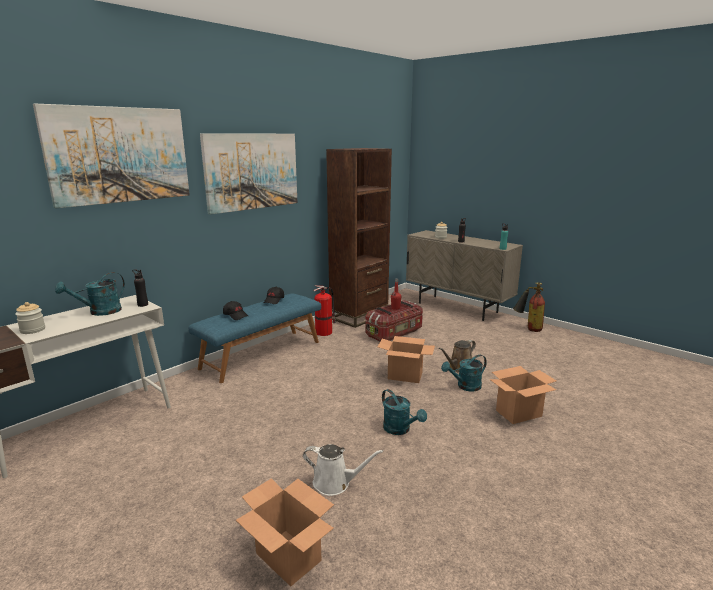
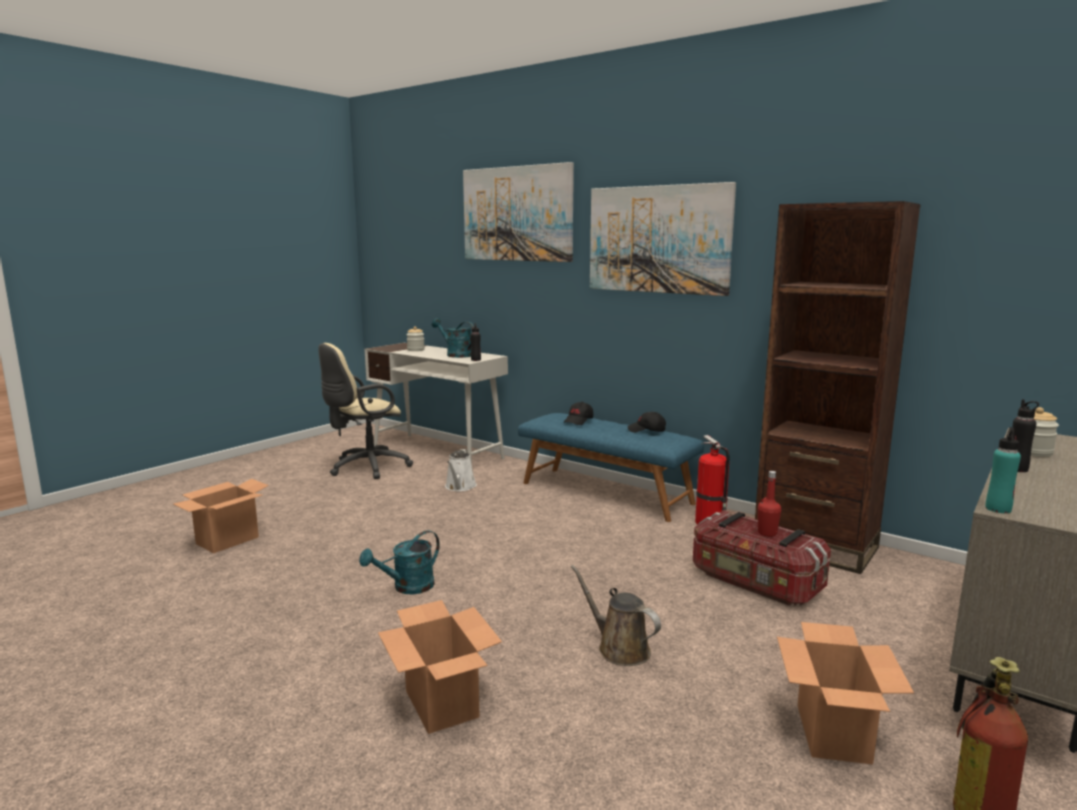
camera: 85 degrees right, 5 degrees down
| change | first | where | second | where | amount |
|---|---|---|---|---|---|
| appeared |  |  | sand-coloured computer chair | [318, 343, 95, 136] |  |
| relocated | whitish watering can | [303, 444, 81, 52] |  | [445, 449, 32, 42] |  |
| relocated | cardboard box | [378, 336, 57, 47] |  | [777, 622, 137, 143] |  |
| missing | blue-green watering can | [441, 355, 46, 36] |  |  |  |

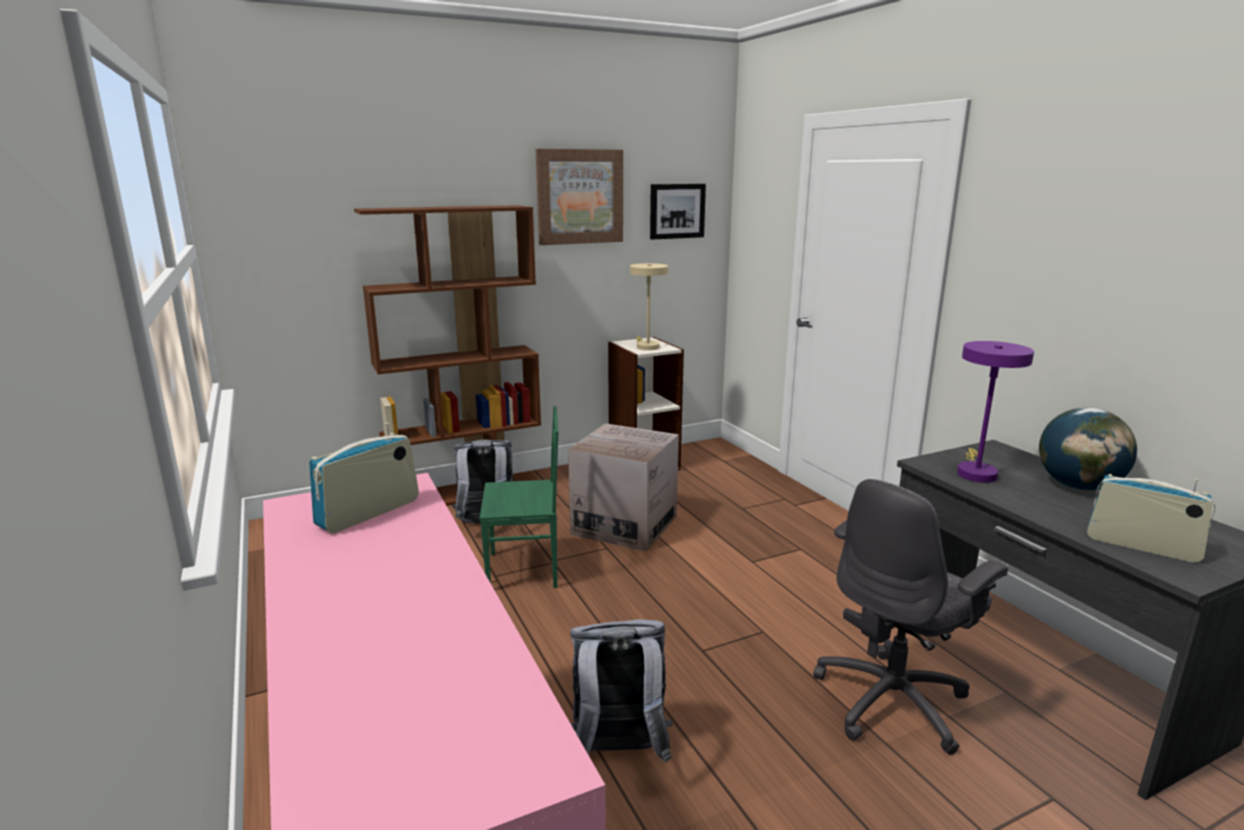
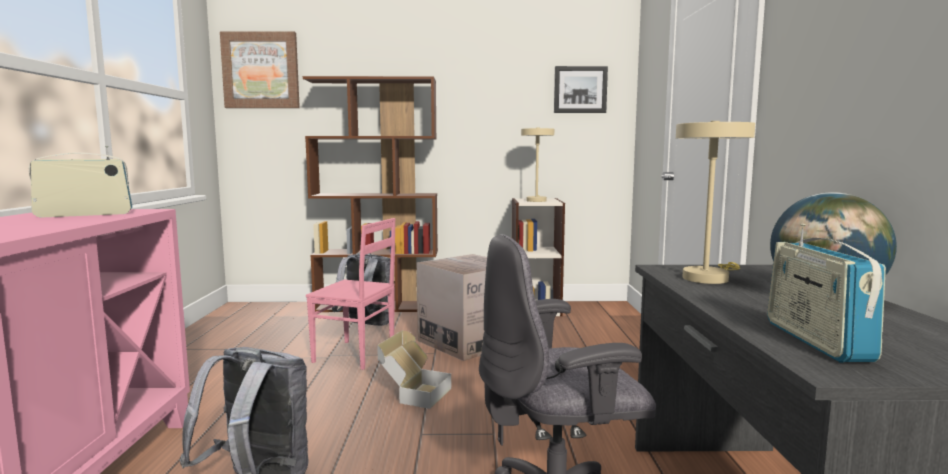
camera: 25 degrees right, 10 degrees down
| change | first | where | second | where | amount |
|---|---|---|---|---|---|
| relocated | picture | [536, 149, 87, 96] |  | [220, 31, 80, 77] |  |
| colour | green plain chair | [480, 406, 79, 182] | pink plain chair | [306, 218, 89, 152] |  |
| appeared |  |  | cardboard box | [377, 331, 74, 78] |  |
| colour | purple table lamp | [957, 341, 77, 142] | sand-coloured table lamp | [676, 121, 79, 163] |  |
| spun | radio set | [1087, 474, 128, 89] |  | [767, 224, 119, 139] | 150 degrees counterclockwise |

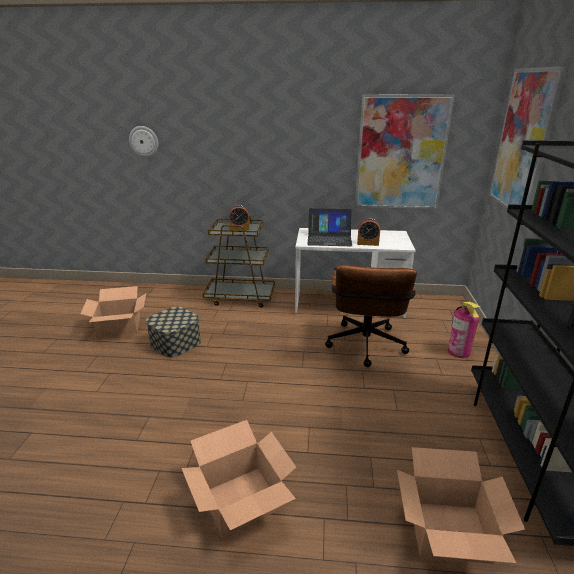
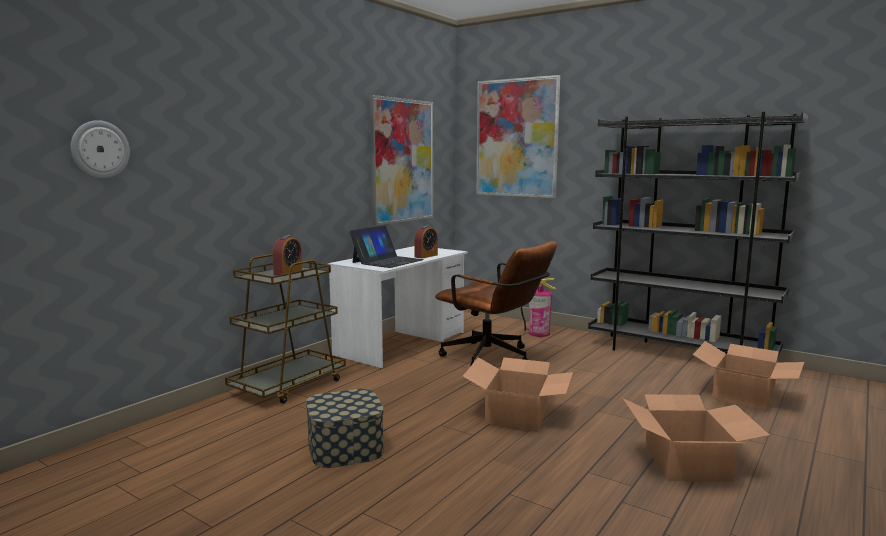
camera: 60 degrees left, 15 degrees down
| change | first | where | second | where | amount |
|---|---|---|---|---|---|
| relocated | cardboard box | [80, 286, 66, 51] |  | [462, 357, 111, 74] |  |

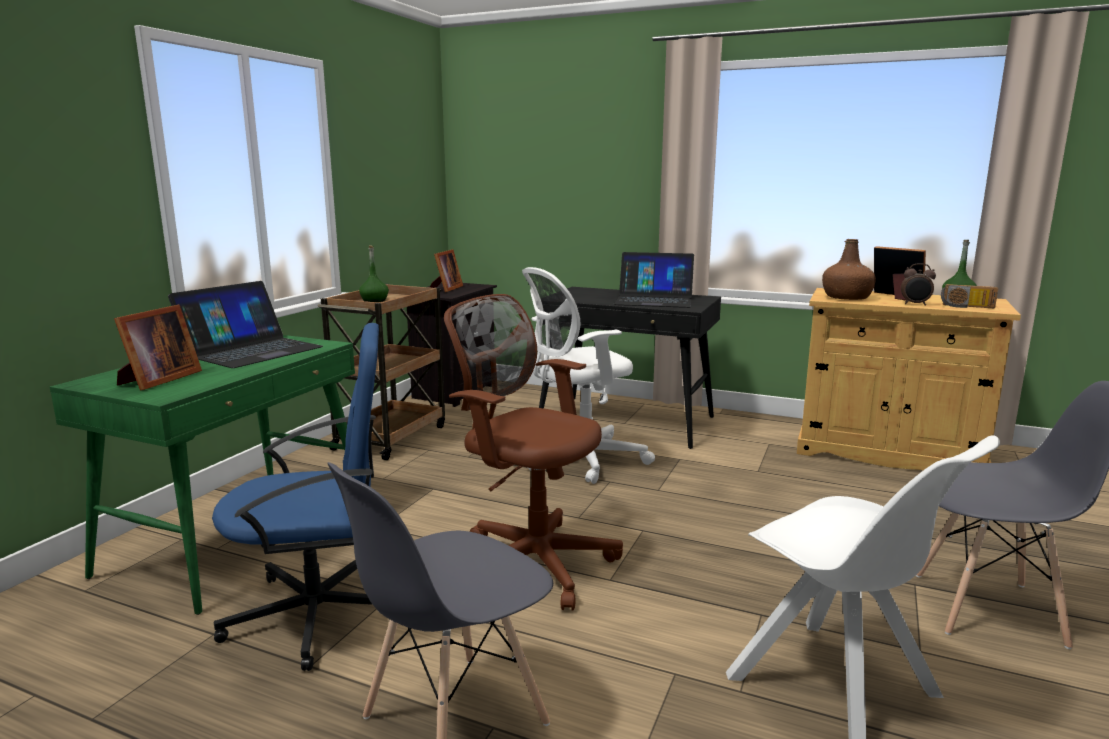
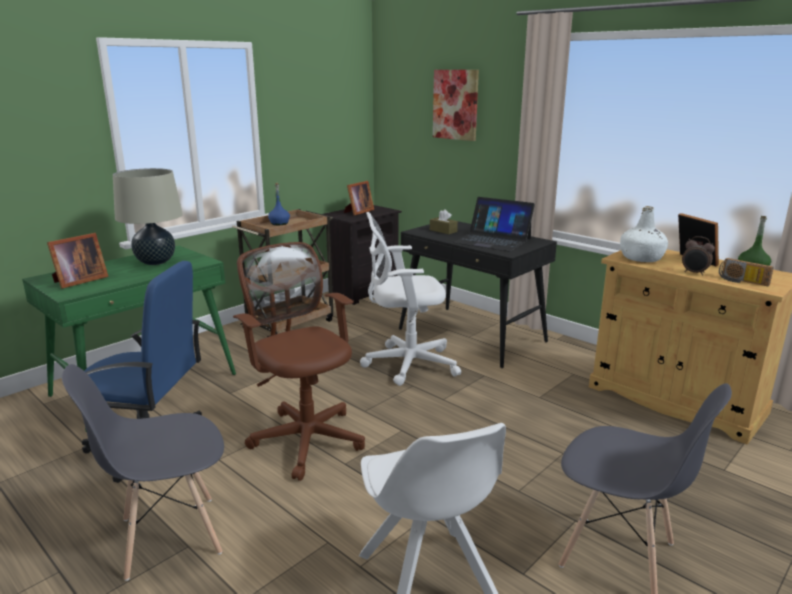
camera: 20 degrees right, 5 degrees up
| change | first | where | second | where | amount |
|---|---|---|---|---|---|
| exchanged | portable computer | [168, 281, 155, 87] | sand-coloured table lamp | [113, 168, 70, 97] |  |
| colour | green drink bottle | [359, 245, 30, 57] | bluish drink bottle | [268, 183, 22, 42] |  |
| appeared |  |  | brown box of tissues | [430, 209, 28, 25] |  |
| appeared |  |  | picture | [433, 70, 46, 71] |  |
| colour | brown drink bottle | [822, 239, 54, 61] | whitish drink bottle | [620, 206, 48, 56] |  |

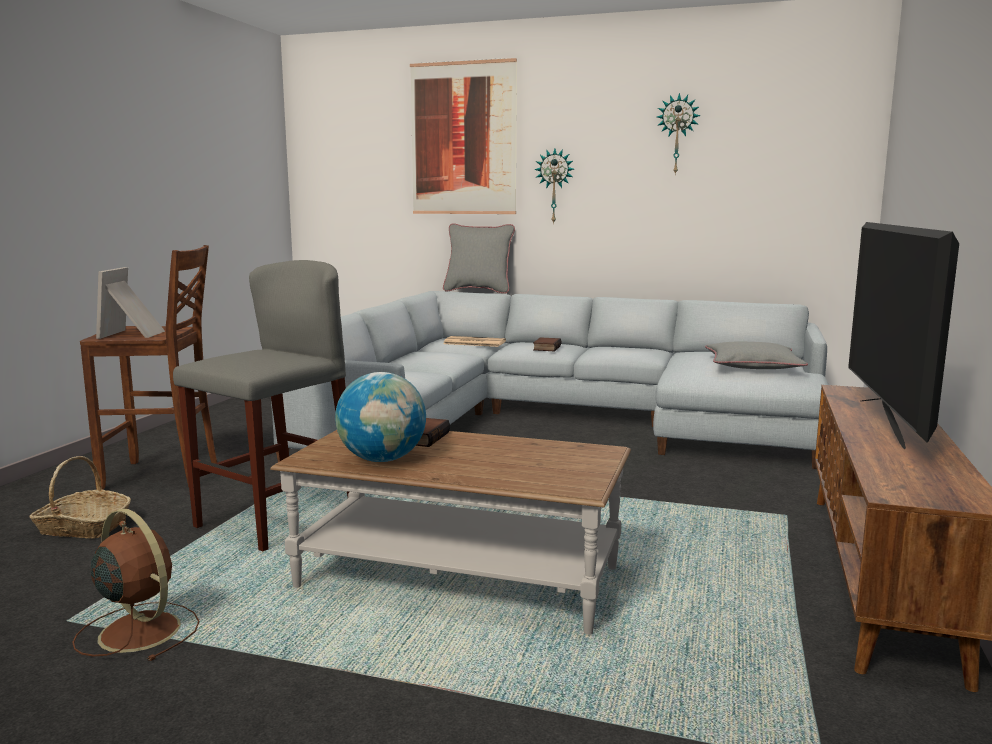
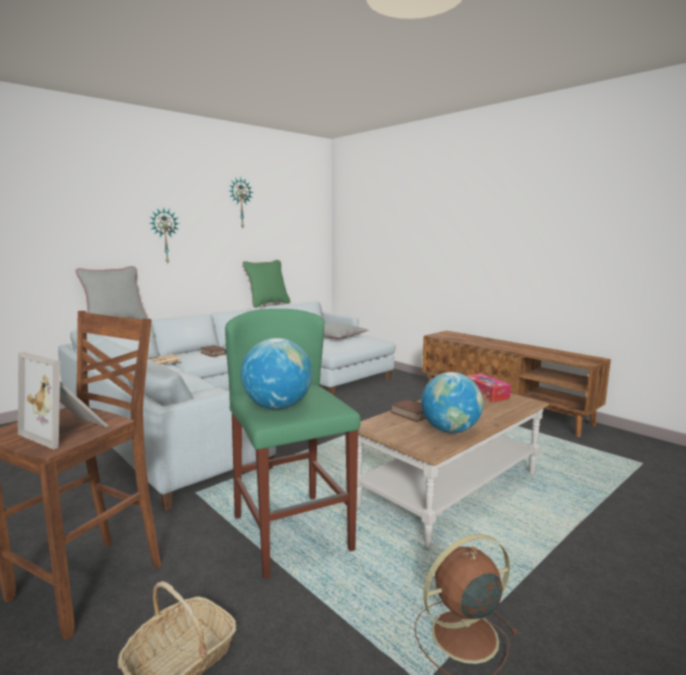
camera: 60 degrees left, 0 degrees up
| change | first | where | second | where | amount |
|---|---|---|---|---|---|
| colour | grey stool seat | [173, 260, 176, 291] | green stool seat | [225, 309, 136, 270] |  |
| appeared |  |  | globe | [241, 338, 72, 72] |  |
| appeared |  |  | green cushion | [242, 260, 48, 48] |  |
| appeared |  |  | box of tissues | [468, 373, 43, 29] |  |
| missing | picture | [410, 58, 107, 156] |  |  |  |
| missing | TV | [848, 222, 111, 227] |  |  |  |

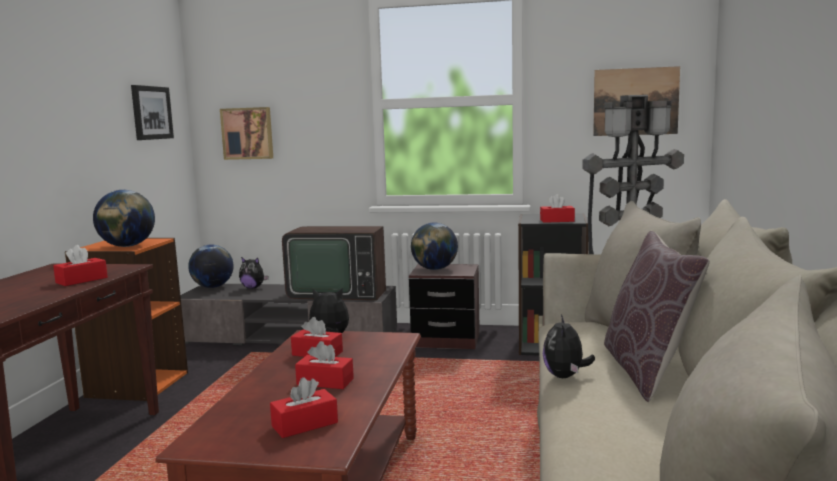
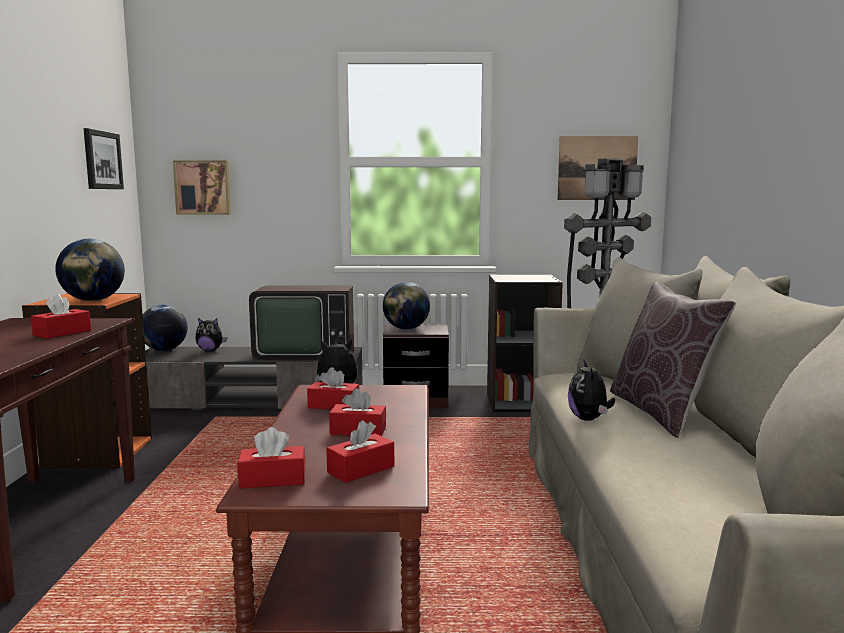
camera: 10 degrees left, 0 degrees up
| change | first | where | second | where | amount |
|---|---|---|---|---|---|
| relocated | reddish box of tissues | [540, 194, 35, 29] |  | [238, 427, 68, 62] |  |

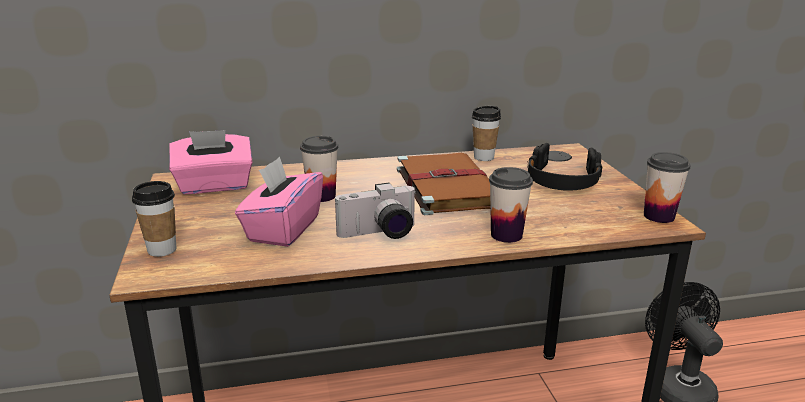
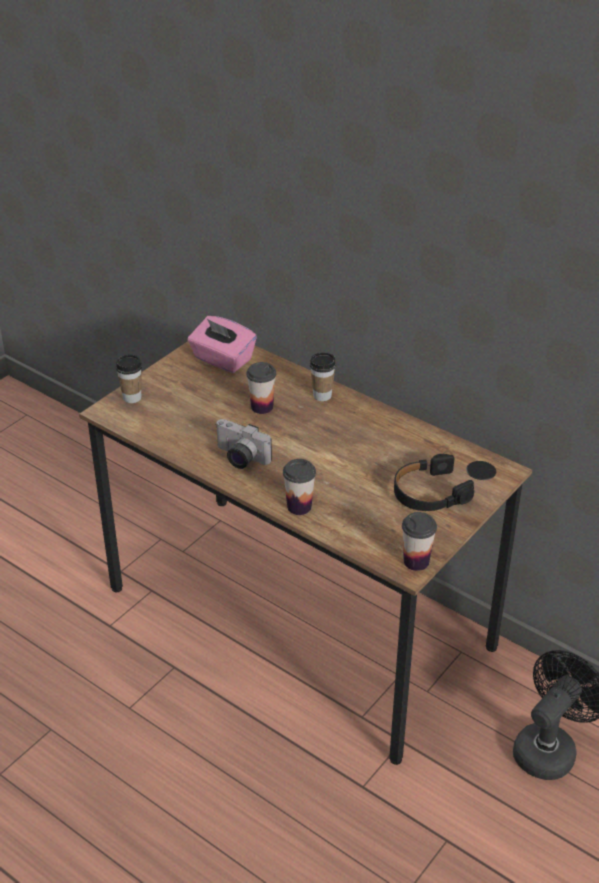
camera: 50 degrees right, 15 degrees up
| change | first | where | second | where | amount |
|---|---|---|---|---|---|
| relocated | small cup | [472, 106, 29, 55] |  | [310, 353, 26, 48] |  |
| missing | pink box of tissues | [235, 156, 88, 91] |  |  |  |
| missing | brown book | [397, 153, 94, 62] |  |  |  |

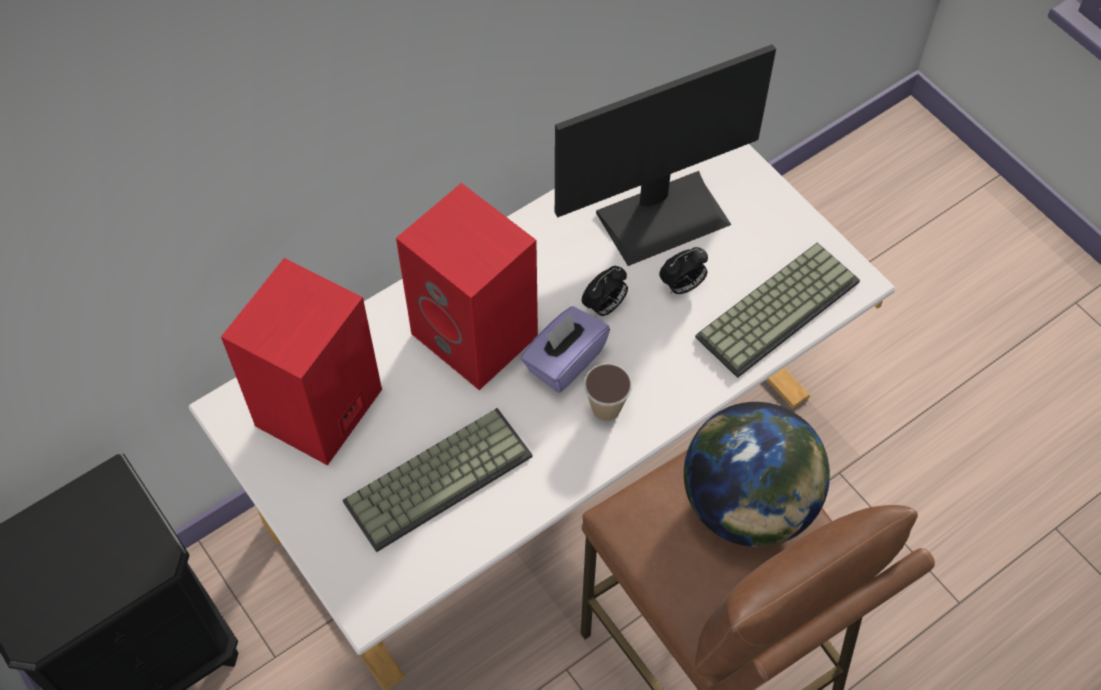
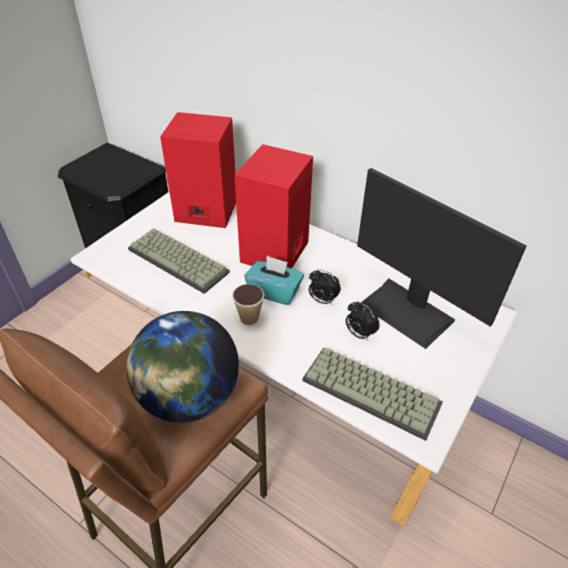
camera: 70 degrees right, 15 degrees down
| change | first | where | second | where | amount |
|---|---|---|---|---|---|
| colour | purple box of tissues | [520, 306, 90, 87] | blue-green box of tissues | [244, 256, 60, 49] |  |

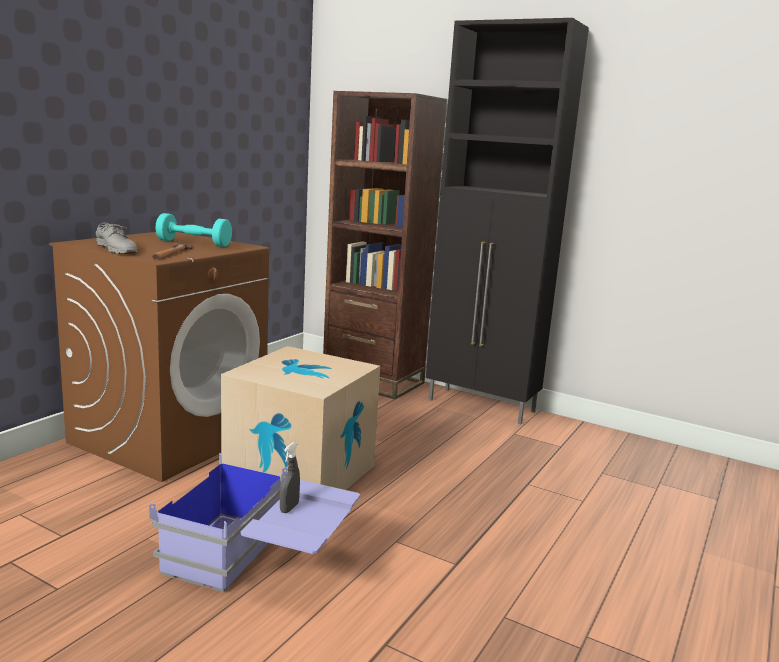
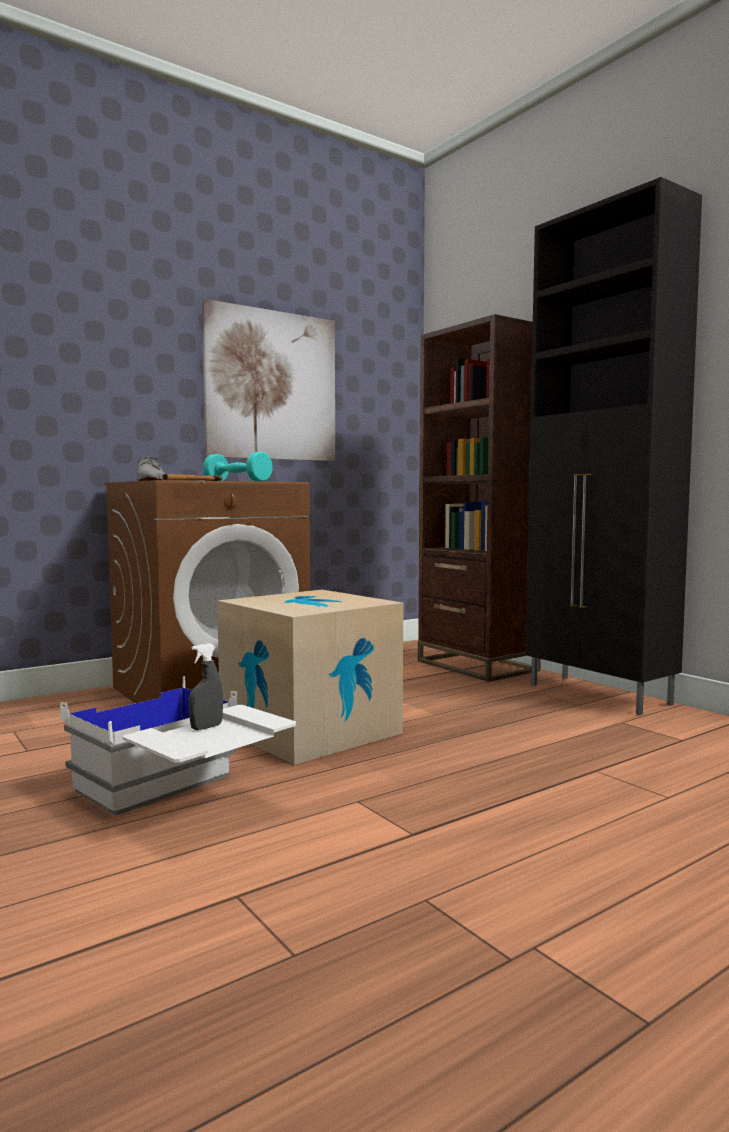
camera: 25 degrees right, 10 degrees down
| change | first | where | second | where | amount |
|---|---|---|---|---|---|
| colour | bluish storage container | [149, 453, 211, 139] | whitish storage container | [60, 676, 236, 139] |  |
| appeared |  |  | picture | [202, 299, 133, 162] |  |

